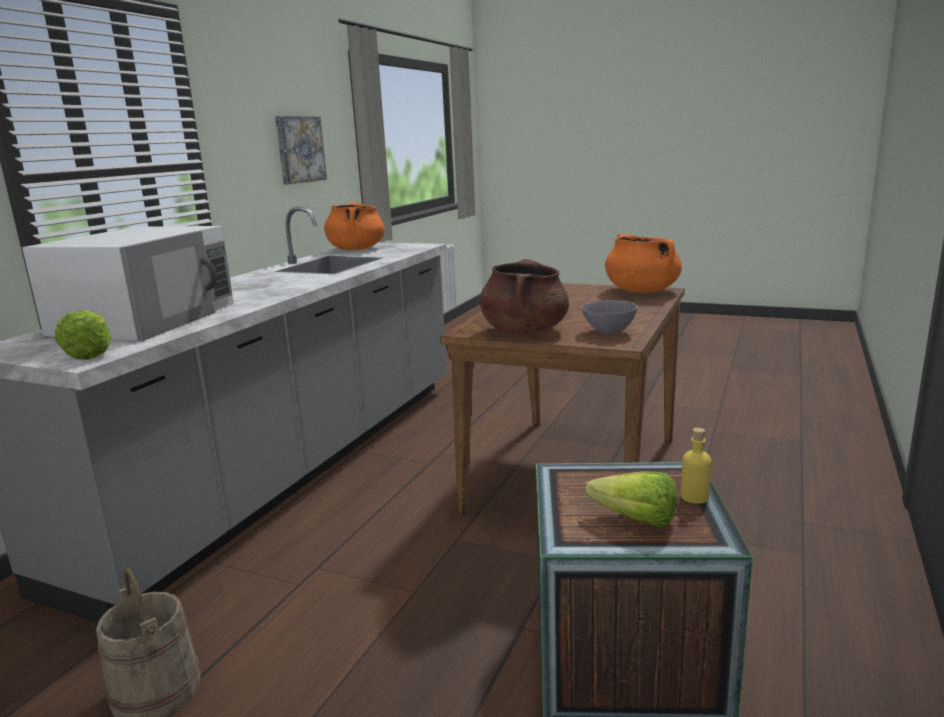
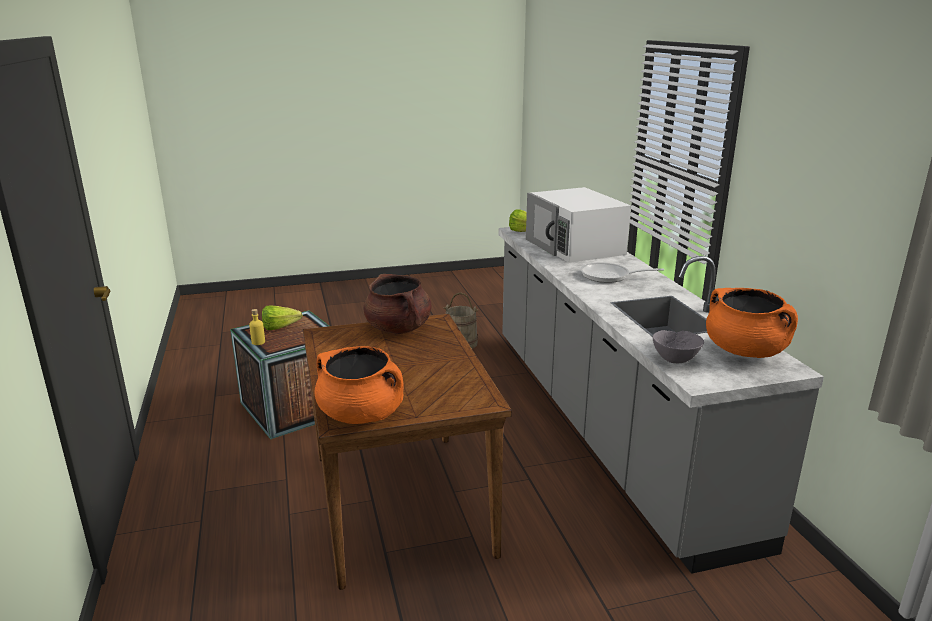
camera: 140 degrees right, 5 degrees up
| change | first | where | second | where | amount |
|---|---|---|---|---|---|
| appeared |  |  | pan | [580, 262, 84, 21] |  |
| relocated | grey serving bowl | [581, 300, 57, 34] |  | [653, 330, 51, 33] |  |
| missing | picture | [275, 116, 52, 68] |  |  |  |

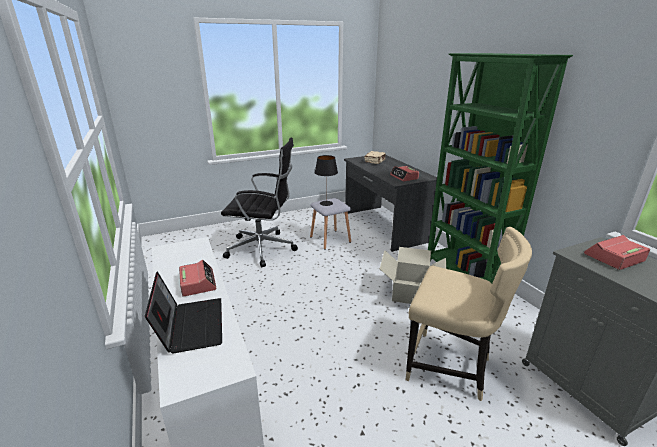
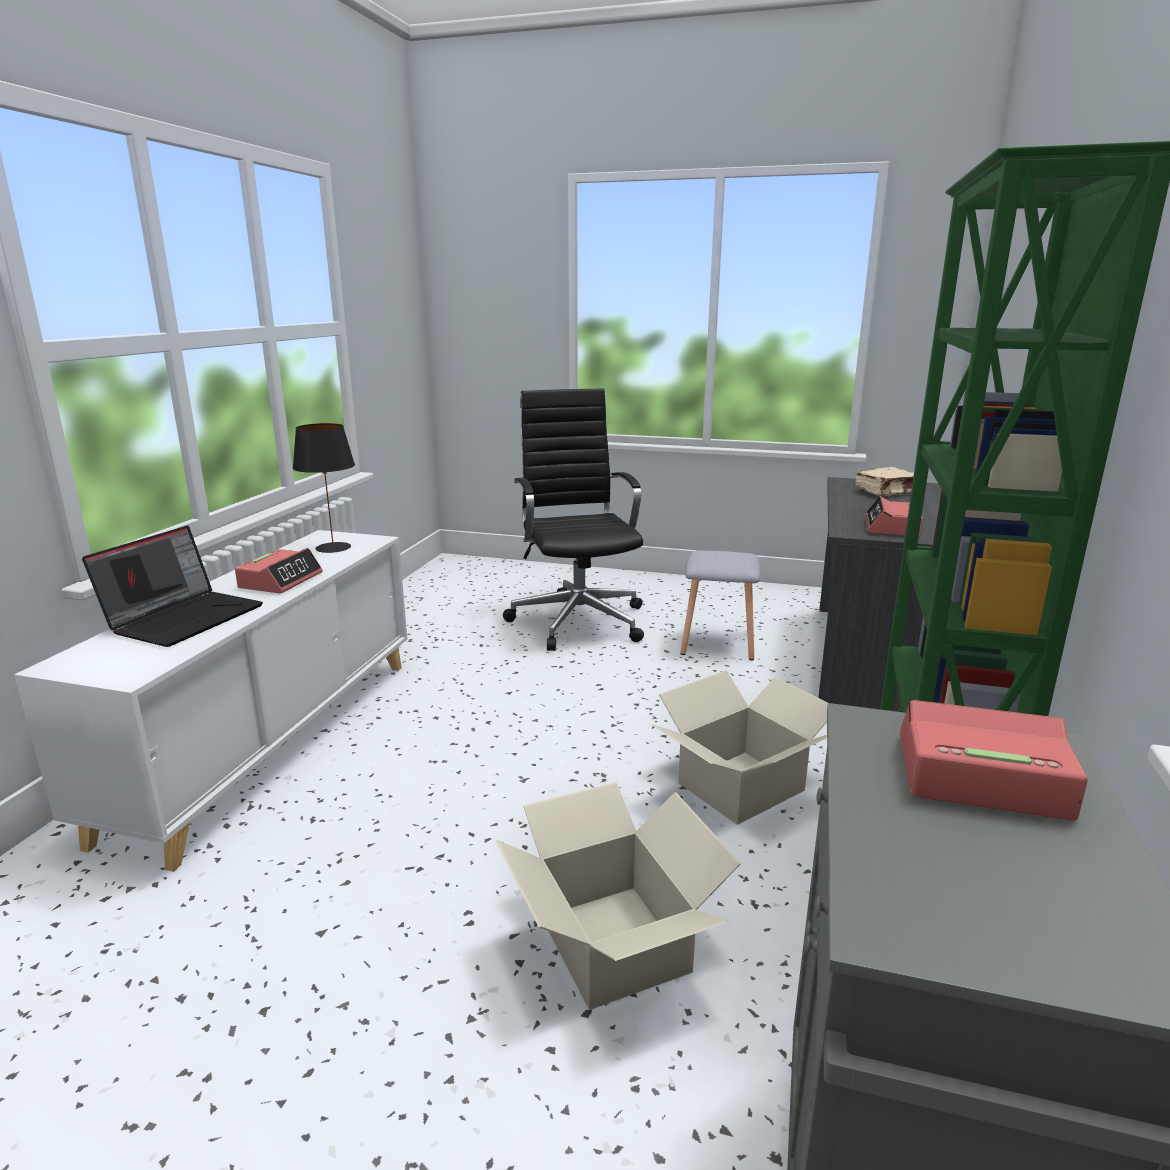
camera: 40 degrees right, 5 degrees down
| change | first | where | second | where | amount |
|---|---|---|---|---|---|
| relocated | black table lamp | [315, 155, 23, 51] |  | [292, 423, 63, 130] |  |
| exchanged | sand-coloured plain chair | [405, 227, 127, 174] | cardboard box | [495, 782, 246, 228] |  |
| spun | black computer chair | [221, 137, 77, 130] |  | [503, 388, 141, 263] | 150 degrees counterclockwise |

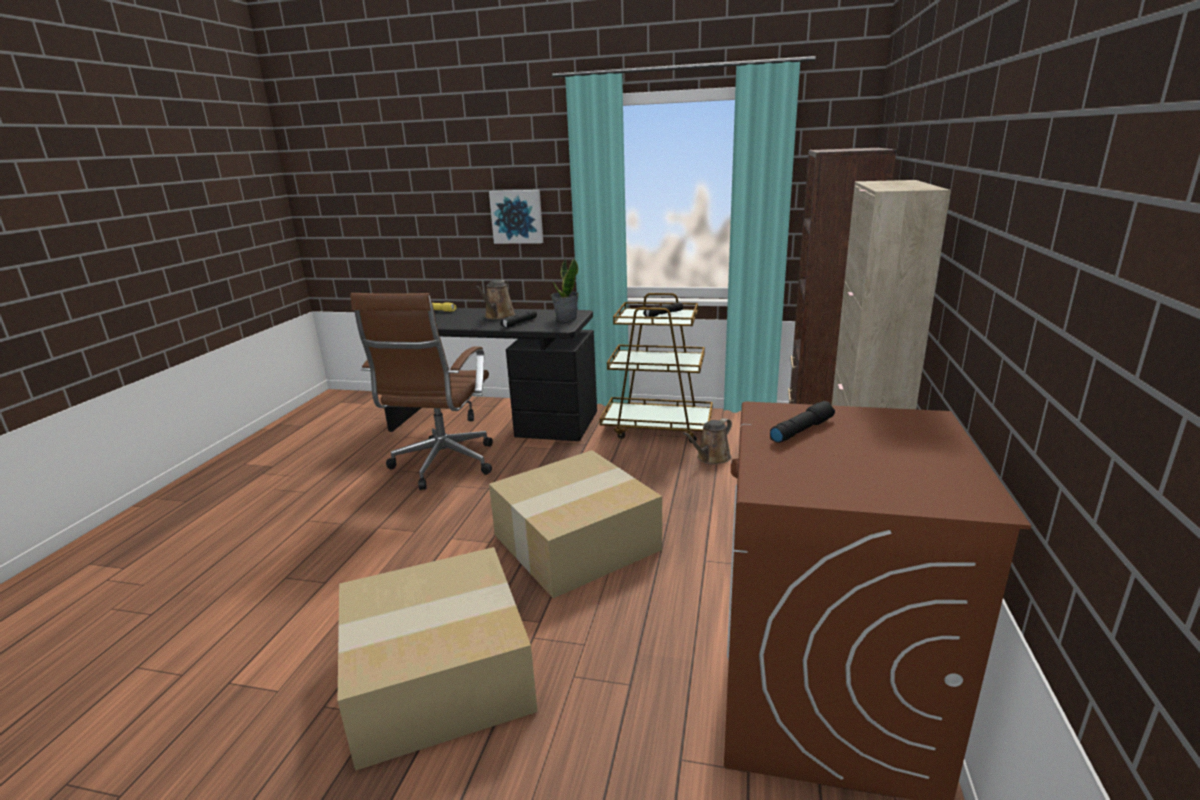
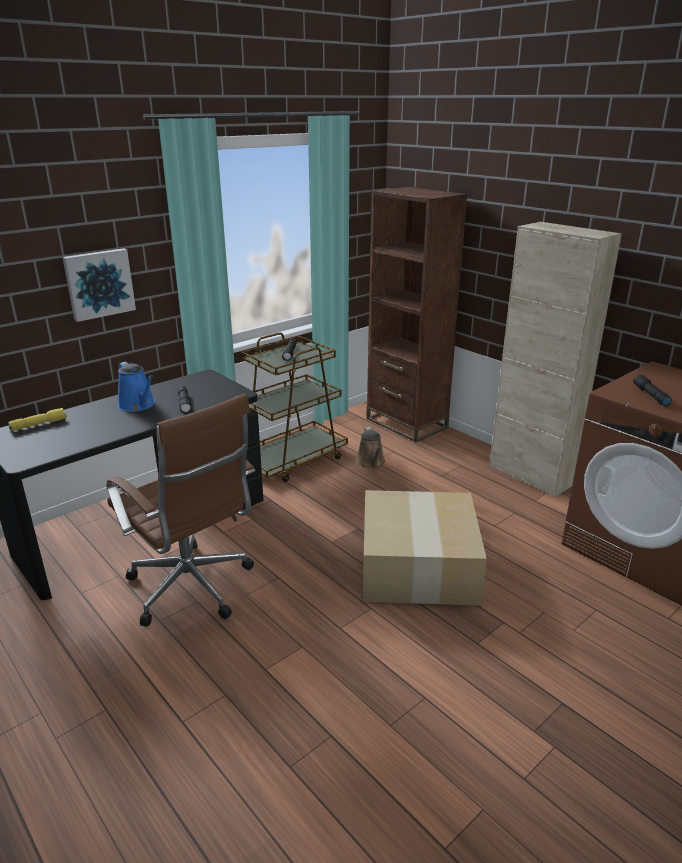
camera: 55 degrees left, 5 degrees up
| change | first | where | second | where | amount |
|---|---|---|---|---|---|
| colour | brown watering can | [475, 280, 40, 40] | bluish watering can | [118, 362, 37, 50] |  |
| missing | cardboard box | [338, 547, 200, 224] |  |  |  |
| missing | potted plant | [551, 258, 28, 64] |  |  |  |

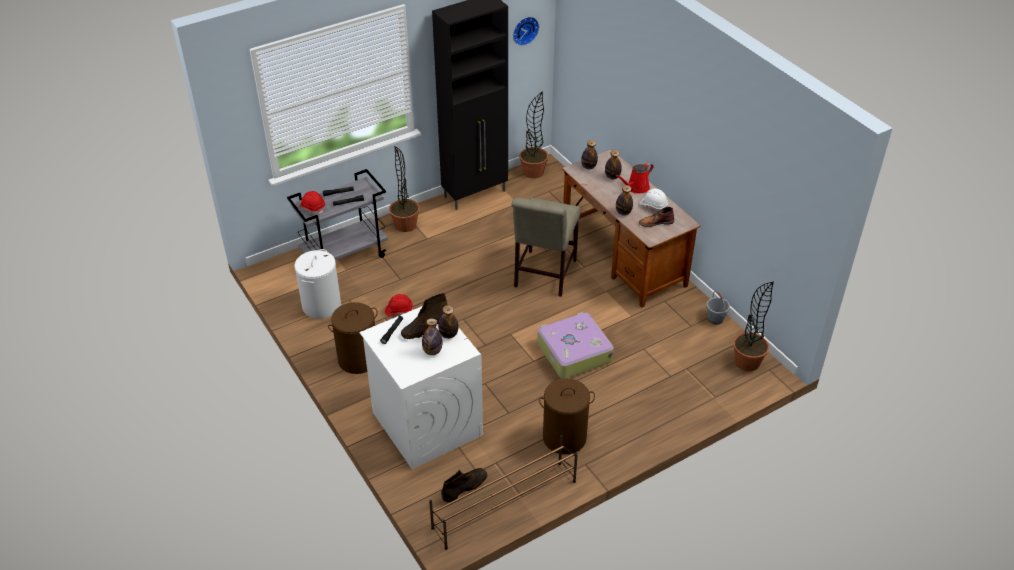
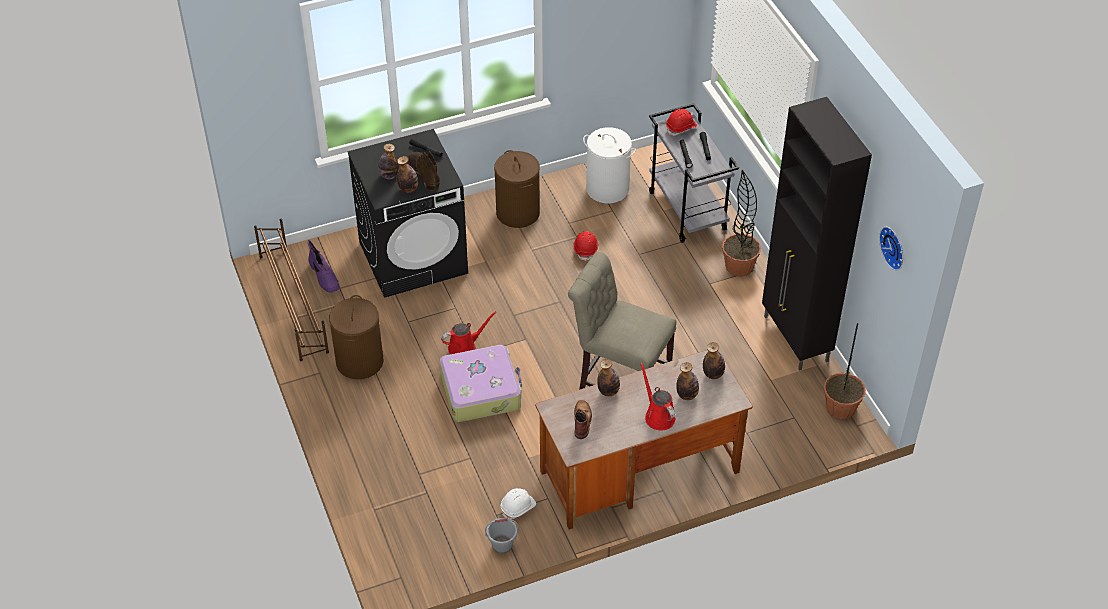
camera: 100 degrees right, 5 degrees up
| change | first | where | second | where | amount |
|---|---|---|---|---|---|
| colour | brown boot | [441, 468, 46, 34] | purple boot | [308, 240, 31, 53] |  |
| colour | whitish laundry appliance | [360, 306, 123, 163] | black laundry appliance | [347, 129, 121, 169] |  |
| appeared |  |  | reddish watering can | [441, 311, 56, 43] |  |
| relocated | whitish hard hat | [639, 189, 29, 22] |  | [501, 488, 35, 32] |  |
| missing | potted plant | [734, 282, 40, 89] |  |  |  |

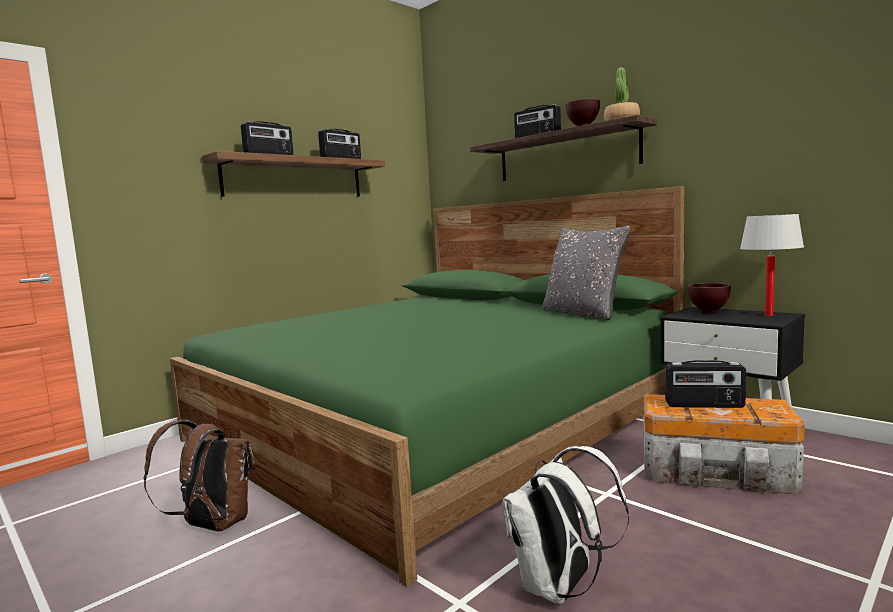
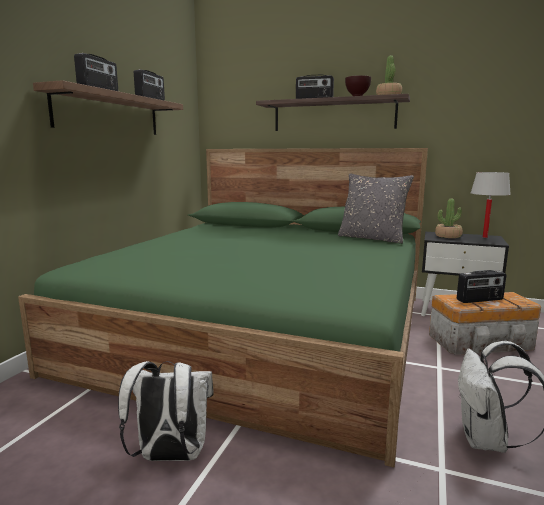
camera: 25 degrees left, 5 degrees up
| change | first | where | second | where | amount |
|---|---|---|---|---|---|
| colour | brown backpack | [143, 420, 112, 112] | whitish backpack | [118, 361, 96, 100] |  |
| exchanged | brown serving bowl | [688, 283, 43, 31] | potted plant | [435, 198, 28, 40] |  |

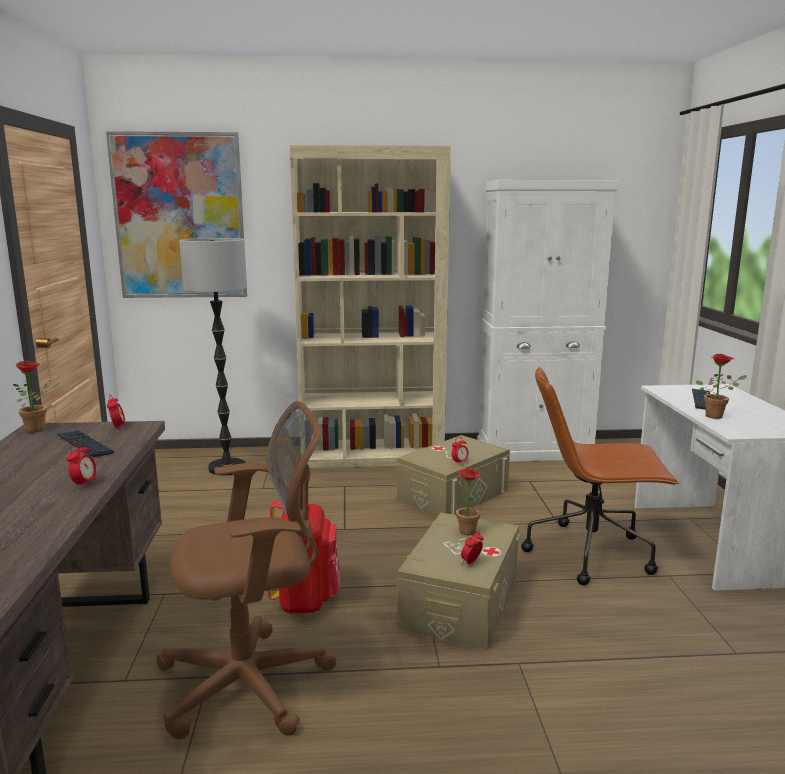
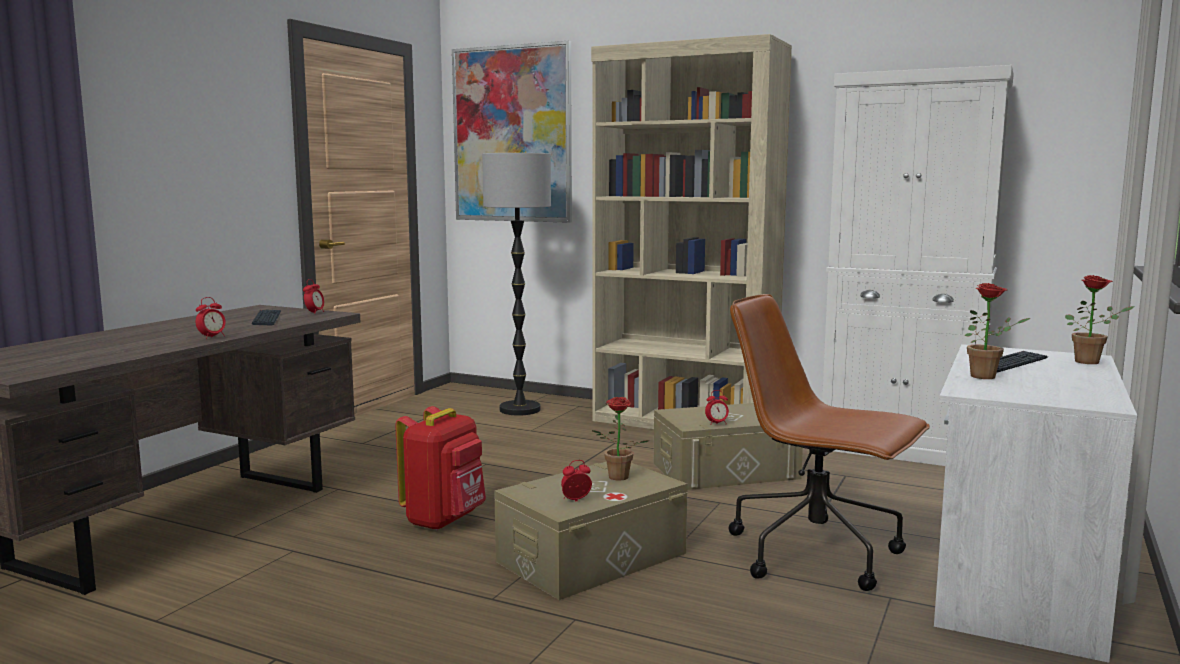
camera: 30 degrees right, 5 degrees down
| change | first | where | second | where | amount |
|---|---|---|---|---|---|
| relocated | potted plant | [13, 361, 47, 72] |  | [1065, 275, 70, 89] |  |
| missing | brown computer chair | [156, 401, 181, 338] |  |  |  |

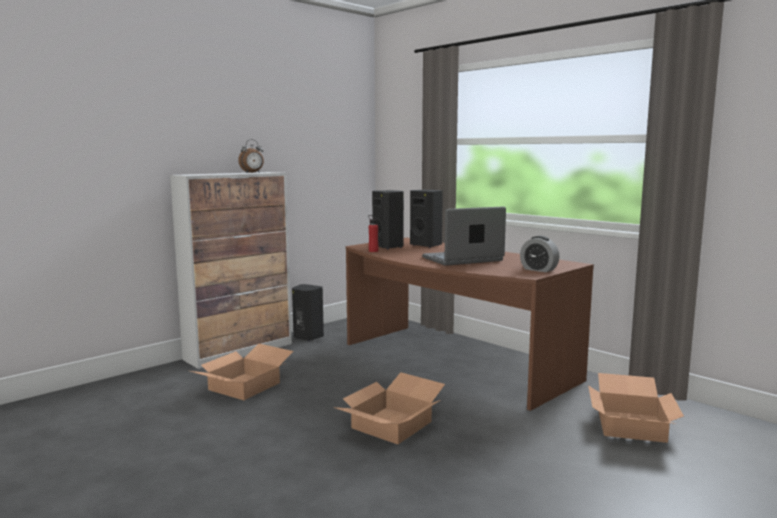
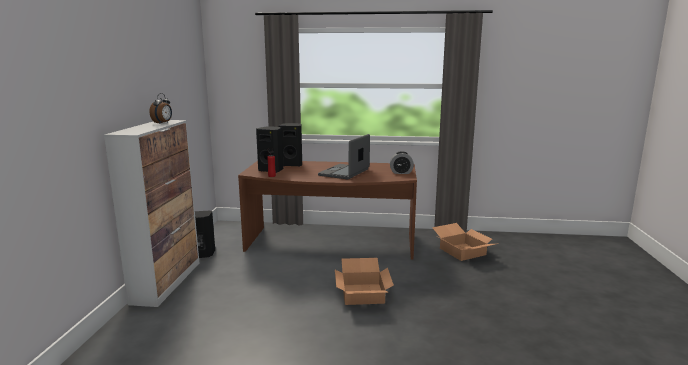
camera: 40 degrees left, 5 degrees up
| change | first | where | second | where | amount |
|---|---|---|---|---|---|
| missing | cardboard box | [190, 344, 103, 56] |  |  |  |

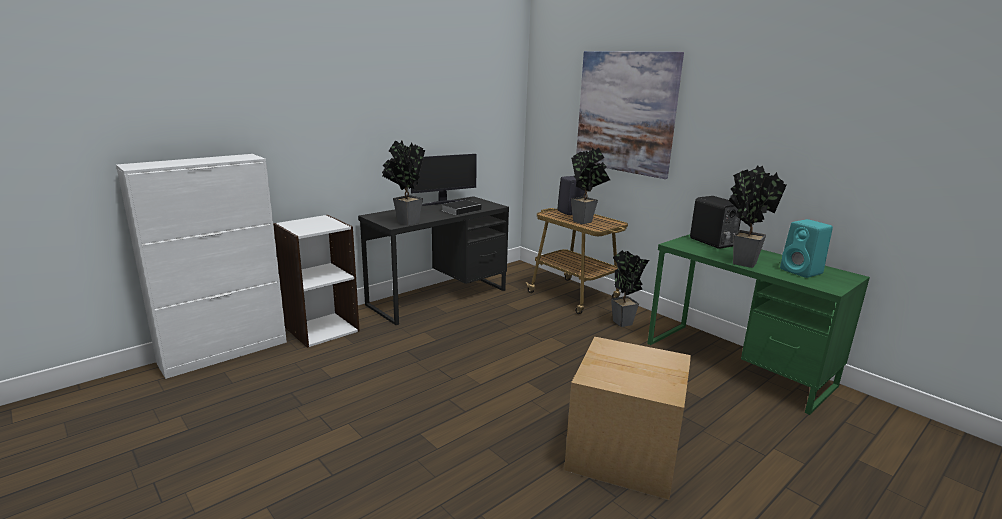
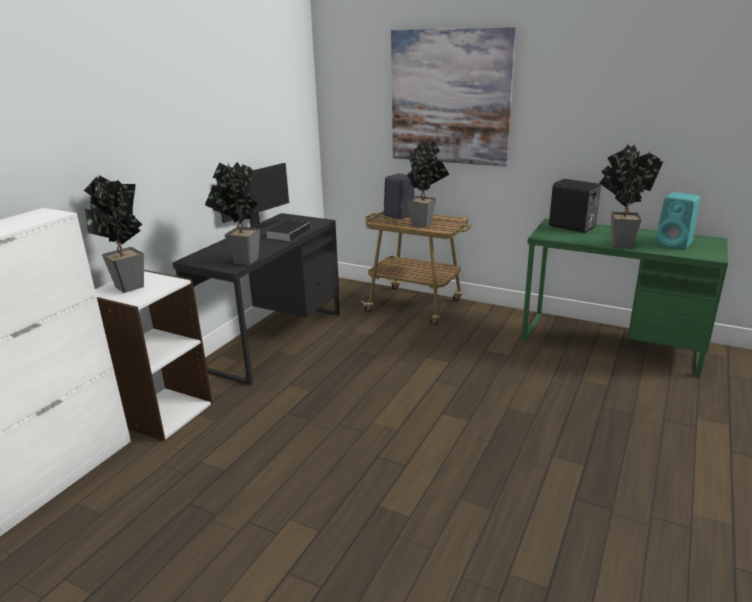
camera: 20 degrees left, 5 degrees up
| change | first | where | second | where | amount |
|---|---|---|---|---|---|
| relocated | potted plant | [611, 250, 38, 77] |  | [84, 175, 60, 118] |  |
| missing | cardboard box | [564, 337, 127, 163] |  |  |  |

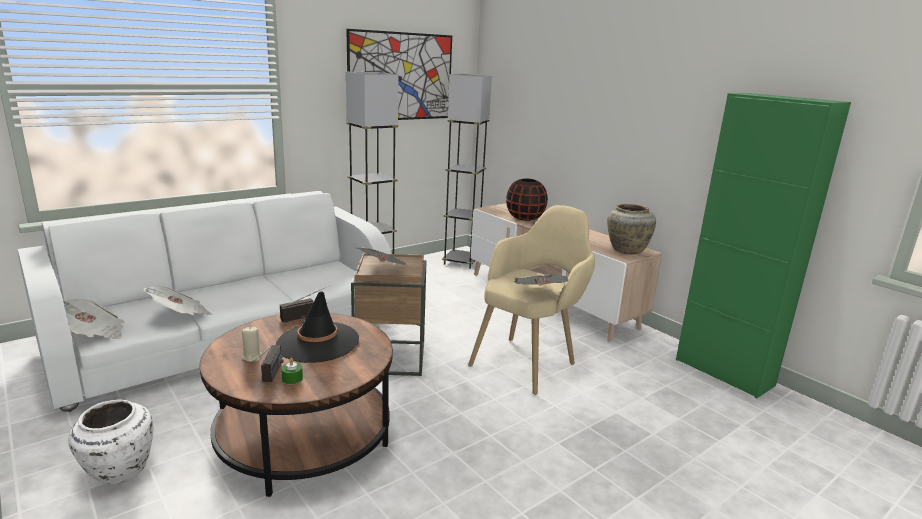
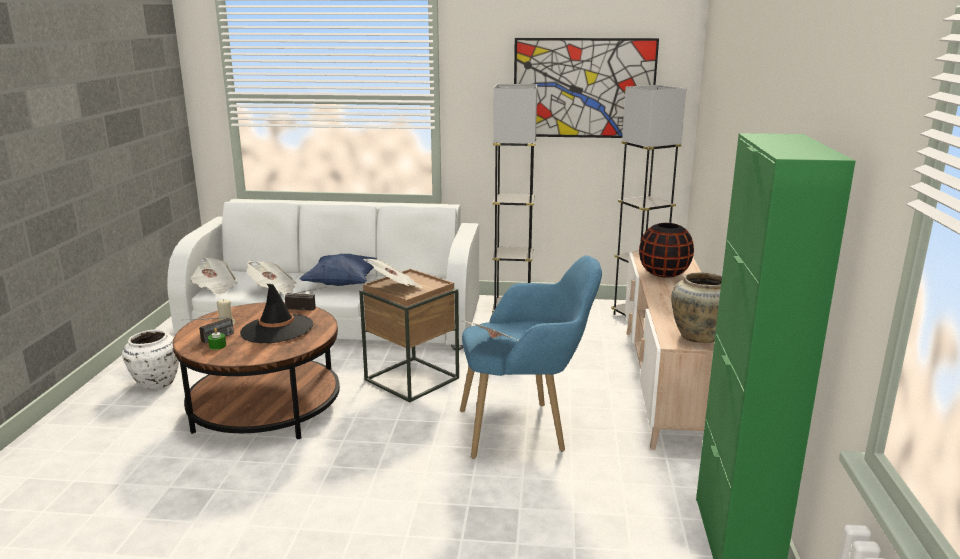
camera: 45 degrees right, 0 degrees up
| change | first | where | second | where | amount |
|---|---|---|---|---|---|
| appeared |  |  | bluish cushion | [299, 254, 78, 32] |  |
| colour | sand-coloured lounge chair | [468, 205, 127, 190] | bluish lounge chair | [460, 255, 142, 204] |  |

